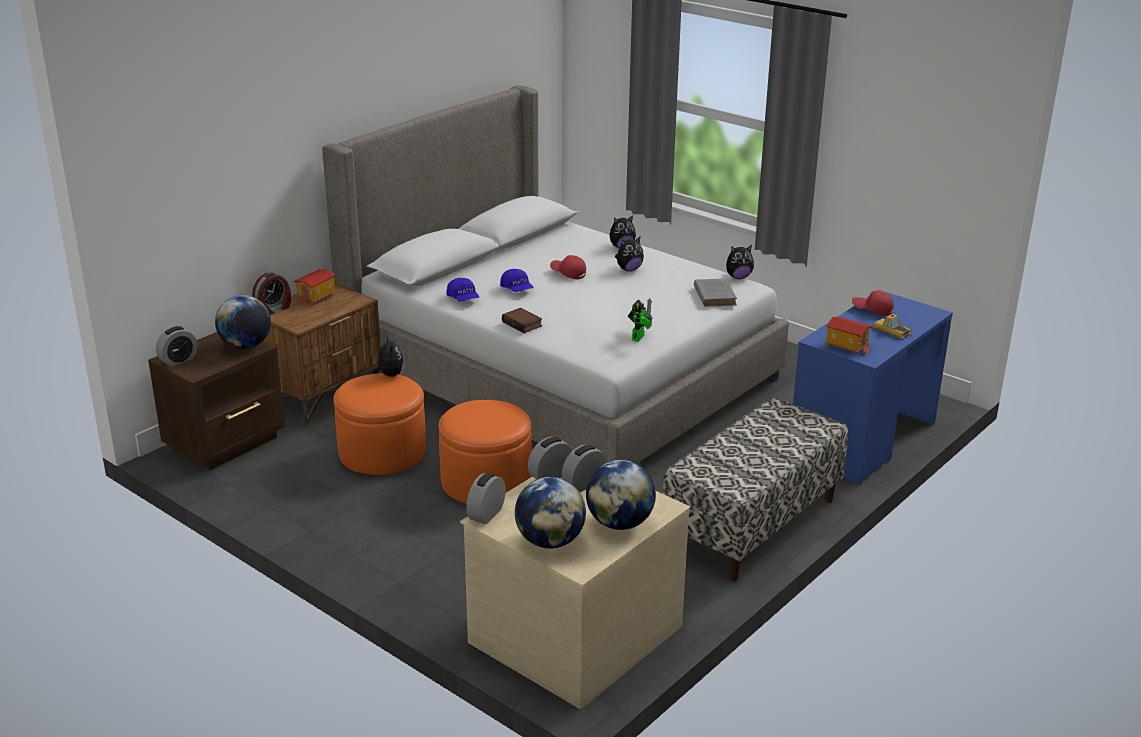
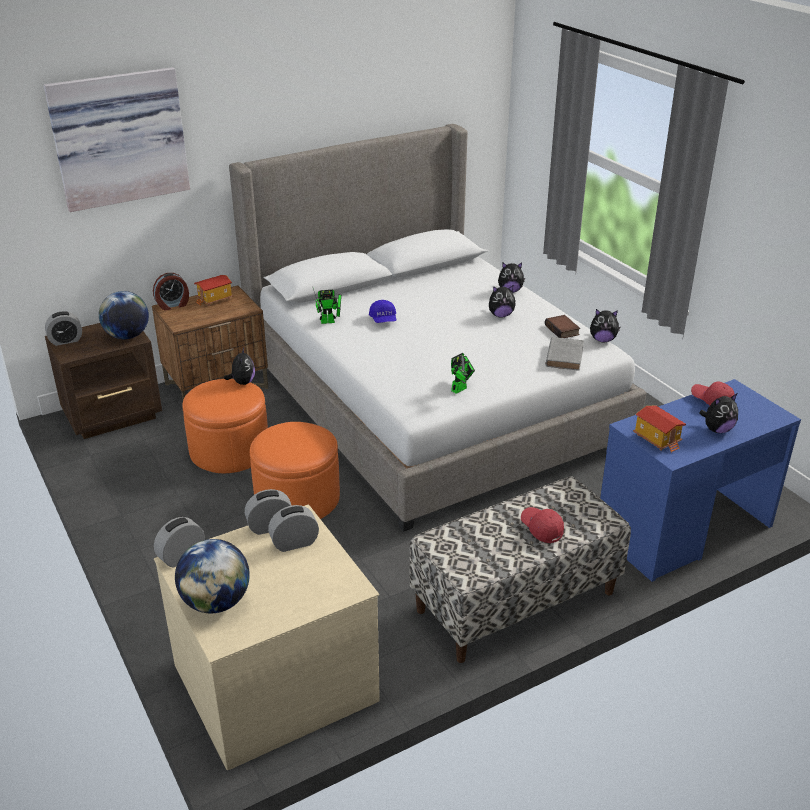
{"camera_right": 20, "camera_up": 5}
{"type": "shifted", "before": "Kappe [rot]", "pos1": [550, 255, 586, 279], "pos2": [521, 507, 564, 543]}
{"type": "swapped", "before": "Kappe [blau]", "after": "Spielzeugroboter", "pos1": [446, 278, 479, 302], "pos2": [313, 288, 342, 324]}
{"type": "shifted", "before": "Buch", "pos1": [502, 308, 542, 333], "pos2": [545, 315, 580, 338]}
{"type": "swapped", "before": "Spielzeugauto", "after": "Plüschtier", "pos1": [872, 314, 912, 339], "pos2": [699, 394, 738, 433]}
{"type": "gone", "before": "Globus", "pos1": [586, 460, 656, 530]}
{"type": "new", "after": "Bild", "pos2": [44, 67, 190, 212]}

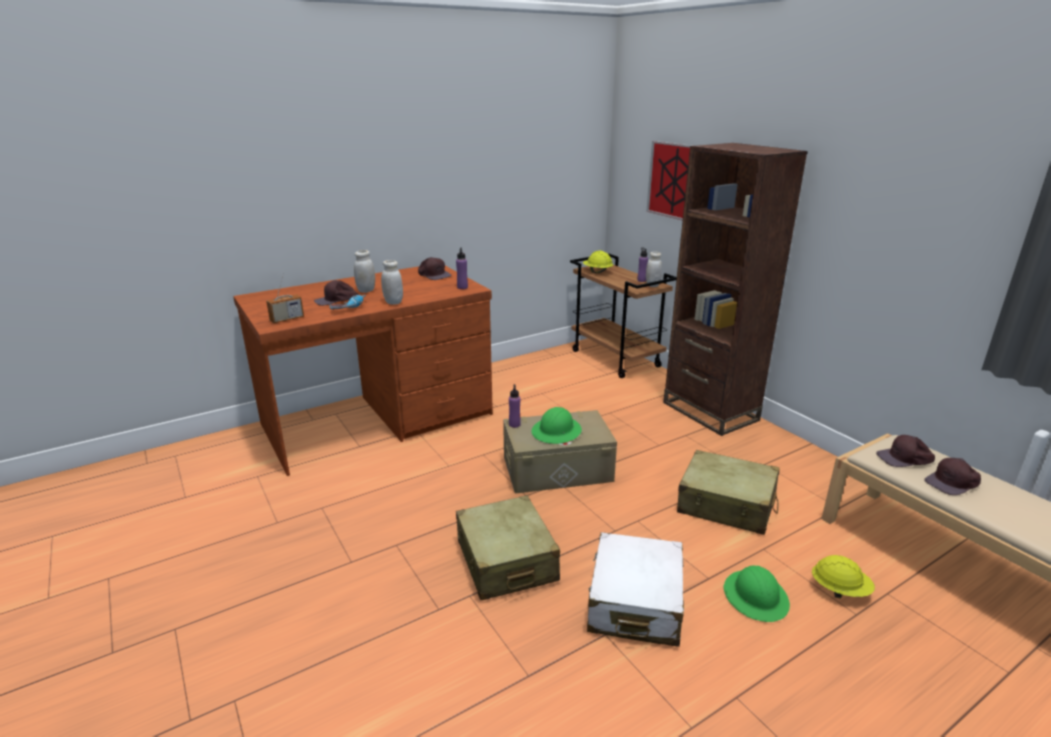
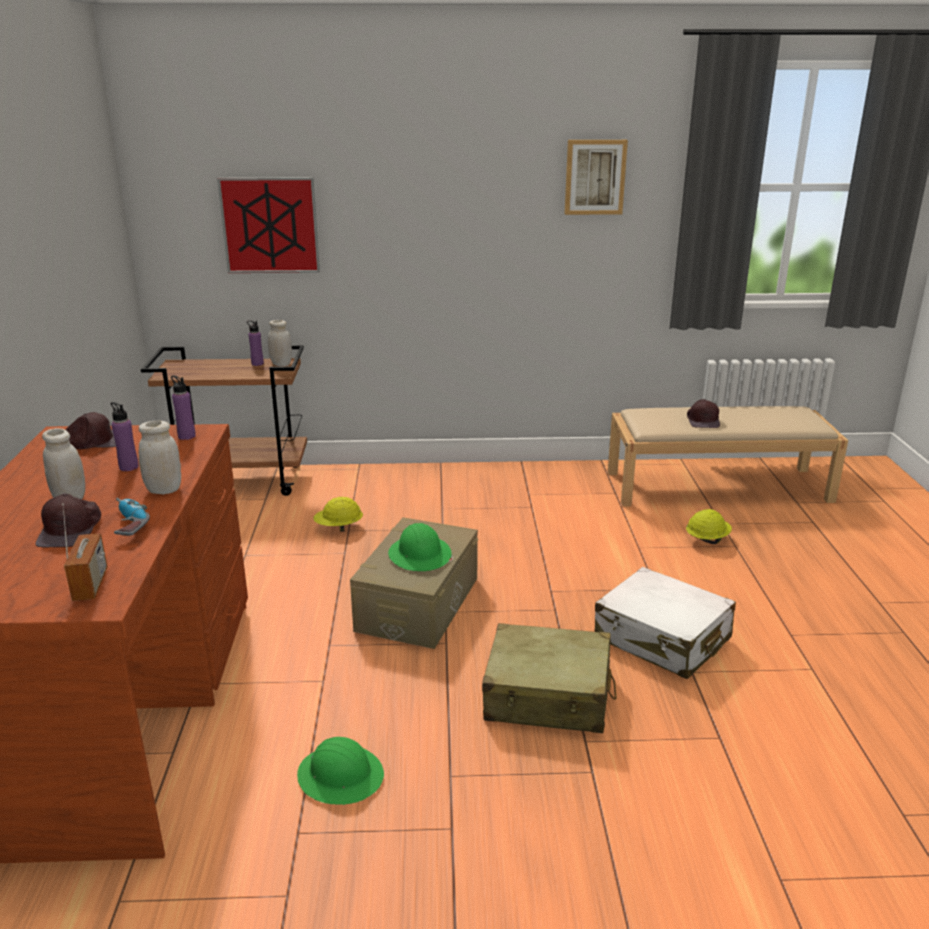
{"camera_right": -60, "camera_up": 0}
{"type": "gone", "before": "Bücherregal [braun]", "pos1": [663, 143, 808, 436]}
{"type": "shifted", "before": "Schutzhelm [gelb]", "pos1": [583, 251, 613, 273], "pos2": [313, 497, 363, 532]}
{"type": "shifted", "before": "Flasche [lila]", "pos1": [509, 384, 521, 428], "pos2": [111, 402, 139, 471]}
{"type": "gone", "before": "Kappe [braun]", "pos1": [876, 435, 935, 467]}
{"type": "gone", "before": "Koffer [beige]", "pos1": [677, 450, 780, 535]}
{"type": "shifted", "before": "Schutzhelm [grün]", "pos1": [723, 565, 790, 622], "pos2": [297, 737, 384, 805]}
{"type": "new", "after": "Bild", "pos2": [564, 140, 628, 215]}

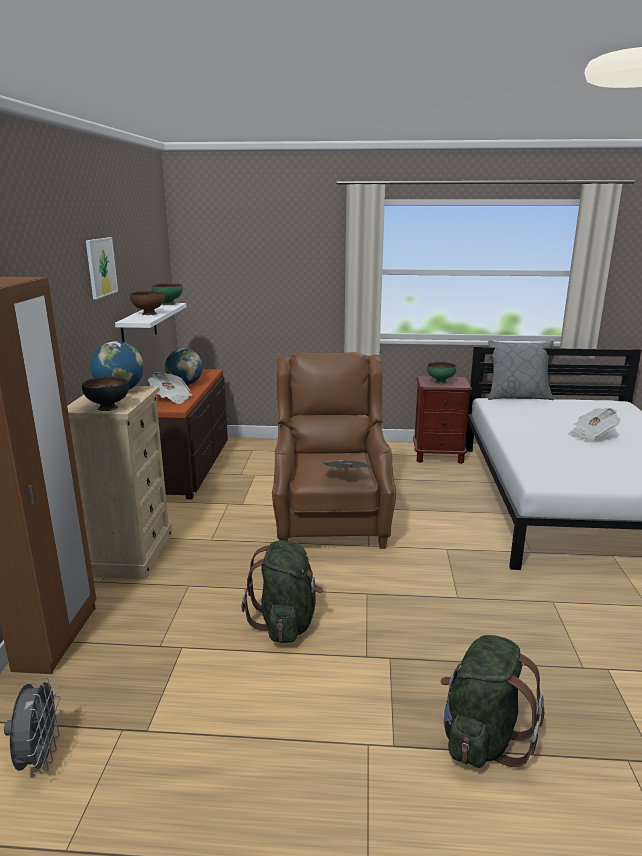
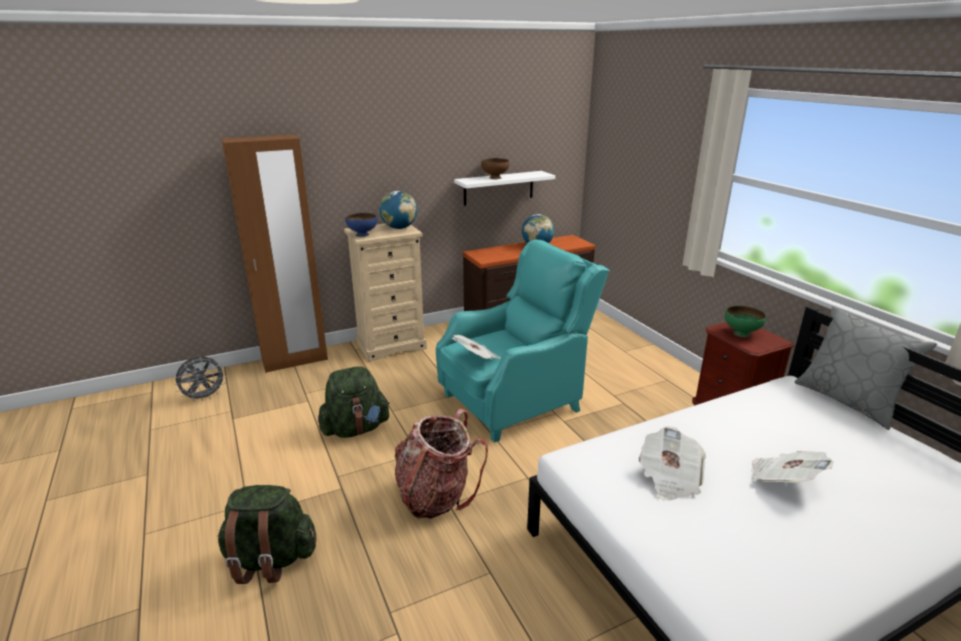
{"camera_right": 60, "camera_up": 5}
{"type": "gone", "before": "Bild", "pos1": [86, 237, 118, 299]}
{"type": "gone", "before": "Schüssel [grün]", "pos1": [151, 283, 183, 305]}
{"type": "repainted", "before": "Sessel [braun]", "after": "Sessel [türkis]", "pos1": [272, 352, 396, 549], "pos2": [436, 240, 610, 443]}
{"type": "shifted", "before": "Zeitung", "pos1": [148, 372, 192, 404], "pos2": [639, 426, 706, 501]}
{"type": "repainted", "before": "Schüssel [schwarz]", "after": "Schüssel [blau]", "pos1": [82, 376, 129, 411], "pos2": [345, 213, 377, 237]}
{"type": "new", "after": "Rucksack", "pos2": [395, 409, 488, 519]}

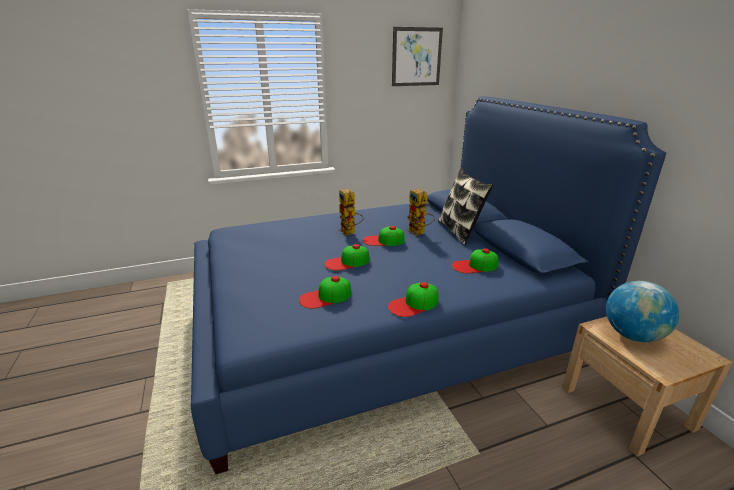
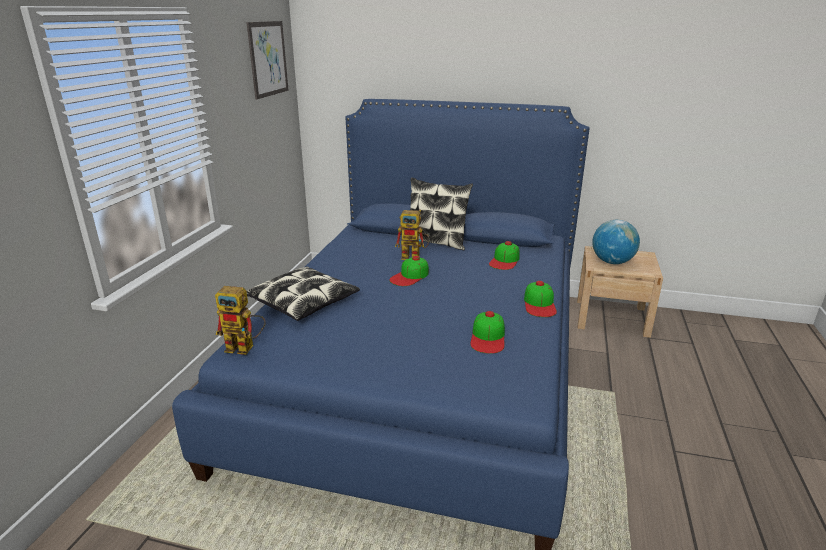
{"camera_right": -55, "camera_up": 0}
{"type": "shifted", "before": "Spielzeugroboter", "pos1": [339, 189, 364, 235], "pos2": [215, 286, 266, 355]}
{"type": "gone", "before": "Kappe", "pos1": [325, 244, 370, 271]}
{"type": "new", "after": "Kissen", "pos2": [246, 266, 360, 321]}

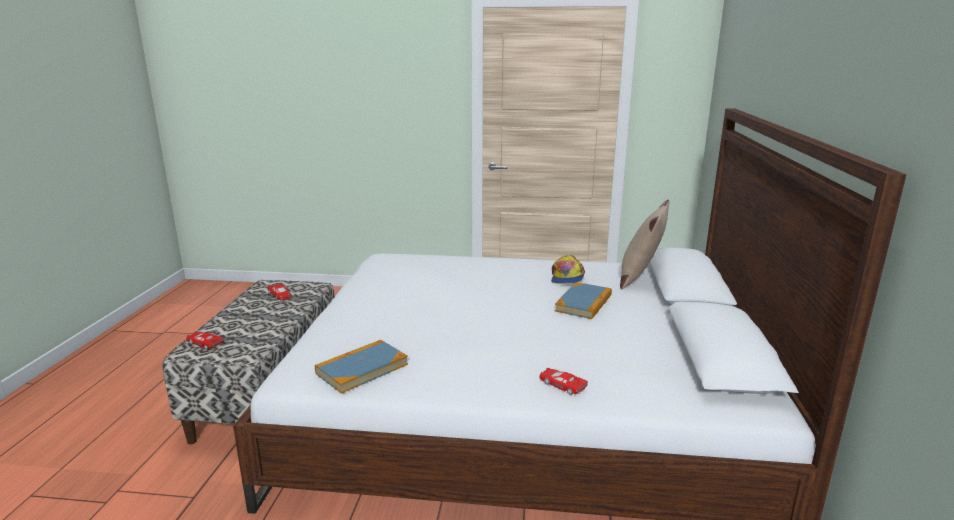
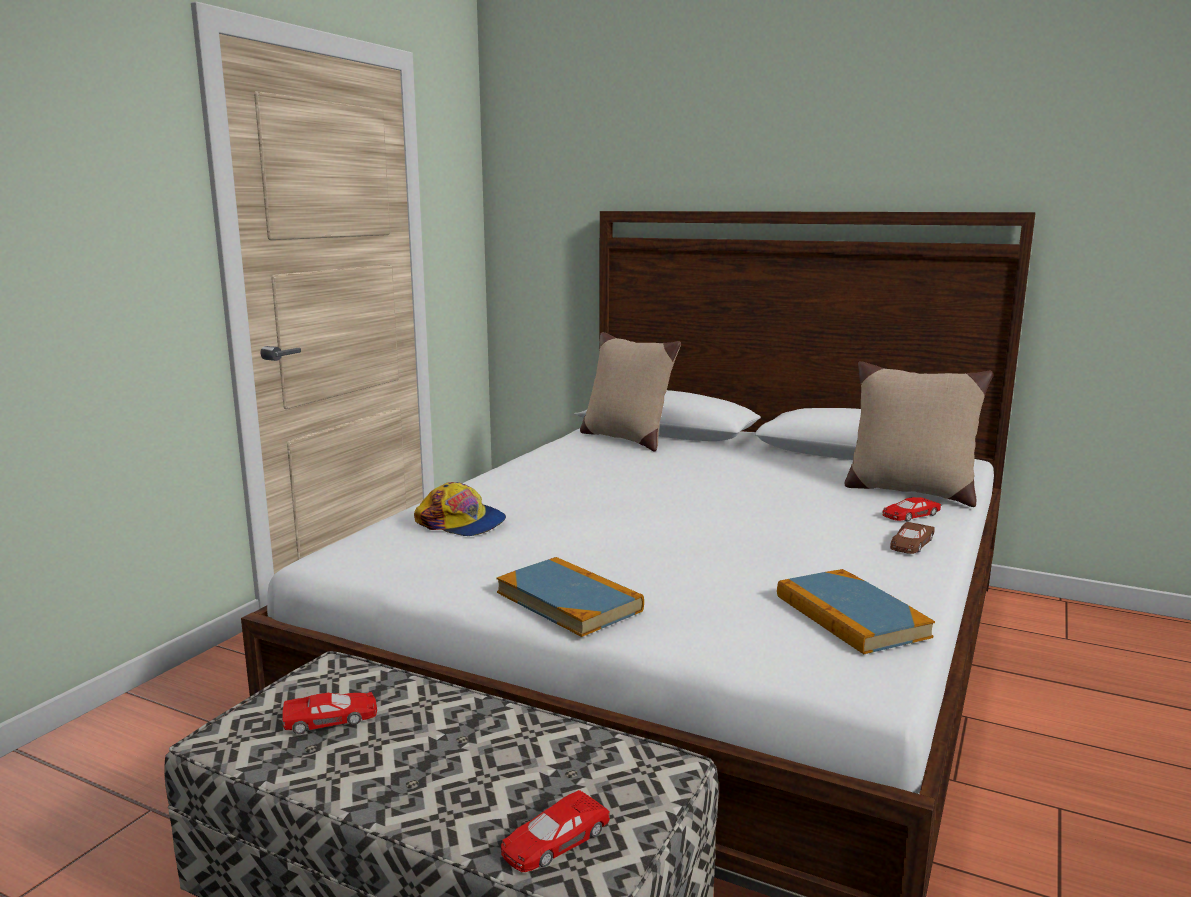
{"camera_right": -70, "camera_up": -5}
{"type": "shifted", "before": "Kappe", "pos1": [551, 255, 585, 284], "pos2": [414, 482, 506, 536]}
{"type": "shifted", "before": "Buch", "pos1": [555, 282, 612, 319], "pos2": [497, 557, 644, 637]}
{"type": "new", "after": "Kissen [beige]", "pos2": [845, 361, 993, 507]}
{"type": "new", "after": "Spielzeugauto [braun]", "pos2": [890, 522, 935, 554]}

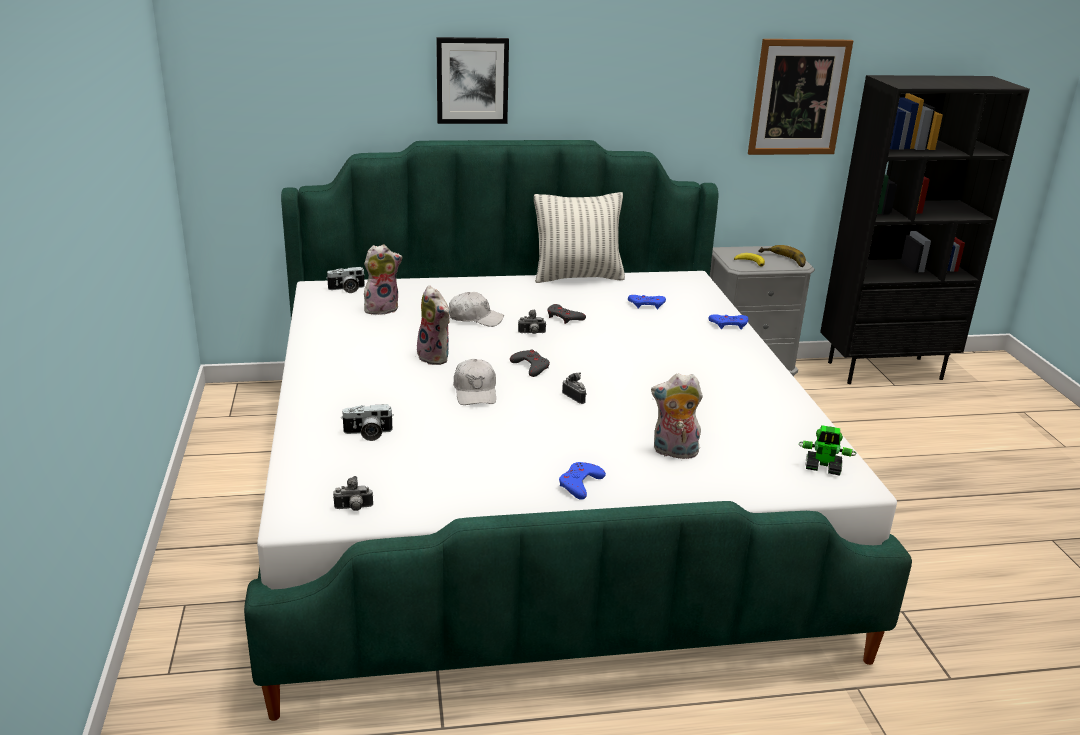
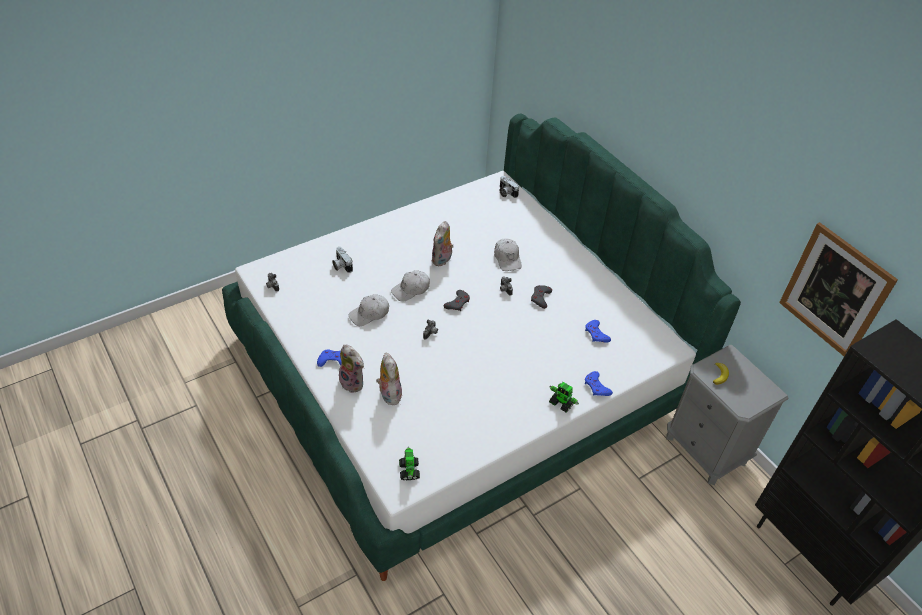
{"camera_right": 65, "camera_up": 20}
{"type": "gone", "before": "Bild", "pos1": [436, 37, 509, 124]}
{"type": "gone", "before": "Kissen", "pos1": [534, 192, 625, 283]}
{"type": "shifted", "before": "Plüschtier", "pos1": [364, 244, 403, 315], "pos2": [339, 345, 364, 393]}
{"type": "gone", "before": "Banane", "pos1": [758, 245, 806, 267]}
{"type": "new", "after": "Kappe [weiß]", "pos2": [349, 294, 389, 326]}
{"type": "new", "after": "Spielzeugroboter", "pos2": [549, 382, 579, 413]}

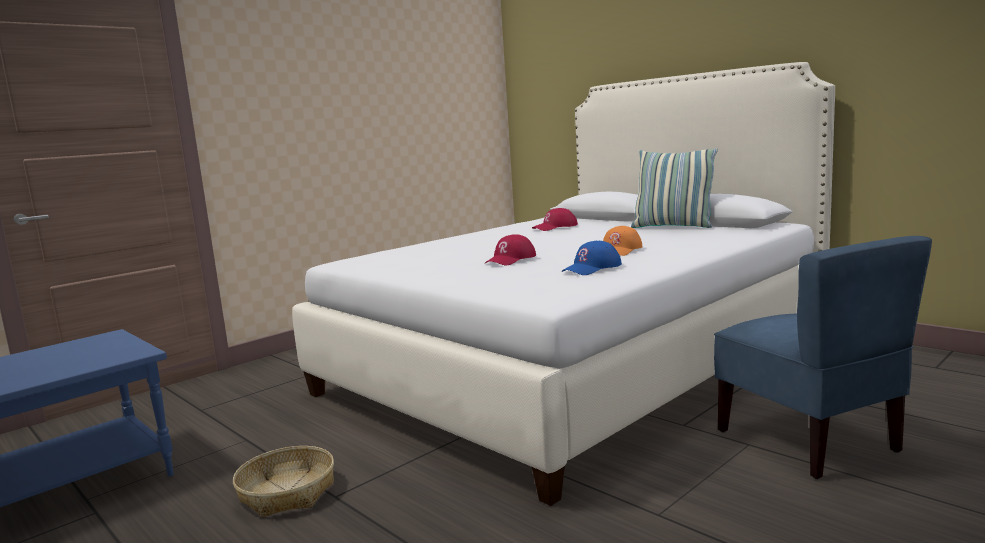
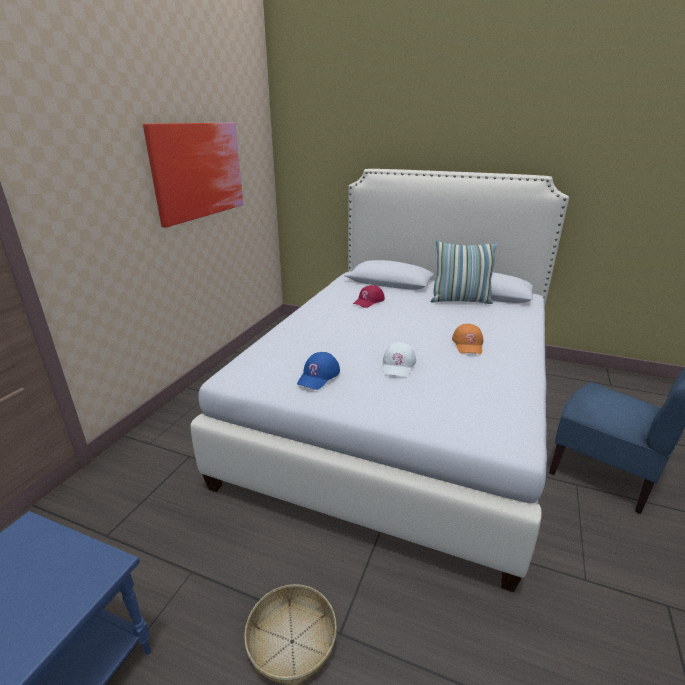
{"camera_right": -25, "camera_up": 15}
{"type": "repainted", "before": "Kappe [rot]", "after": "Kappe [weiß]", "pos1": [485, 234, 536, 265], "pos2": [383, 342, 416, 377]}
{"type": "shifted", "before": "Kappe [blau]", "pos1": [562, 241, 622, 275], "pos2": [297, 352, 340, 390]}
{"type": "new", "after": "Bild", "pos2": [143, 123, 243, 228]}

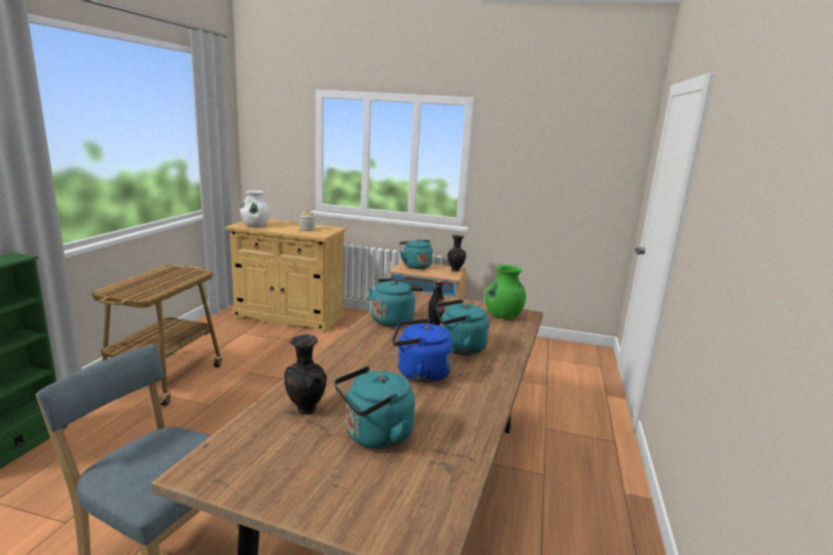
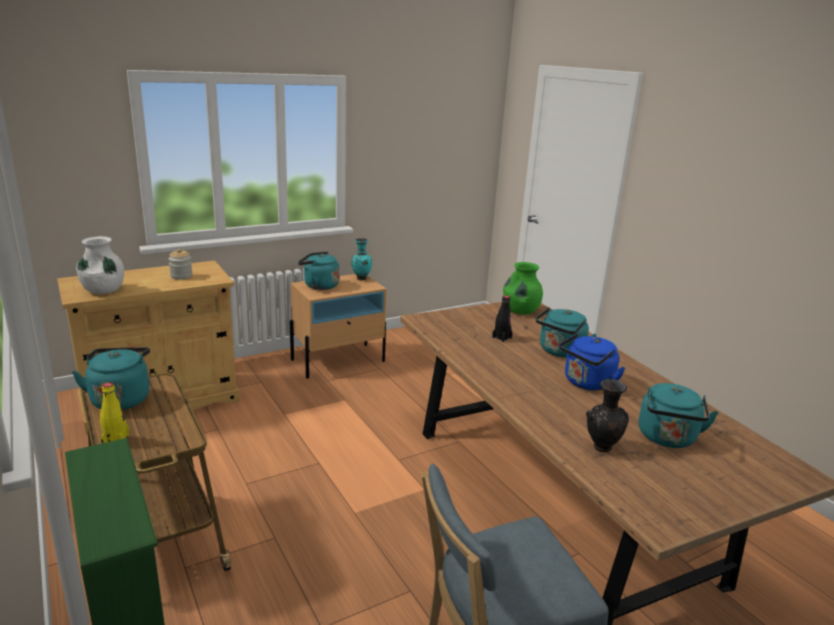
{"camera_right": -45, "camera_up": 5}
{"type": "repainted", "before": "Vase [schwarz]", "after": "Vase [türkis]", "pos1": [447, 235, 466, 271], "pos2": [351, 238, 372, 280]}
{"type": "shifted", "before": "Wasserkessel [türkis]", "pos1": [368, 278, 424, 327], "pos2": [72, 347, 150, 410]}
{"type": "new", "after": "Flasche [gelb]", "pos2": [100, 382, 130, 443]}

